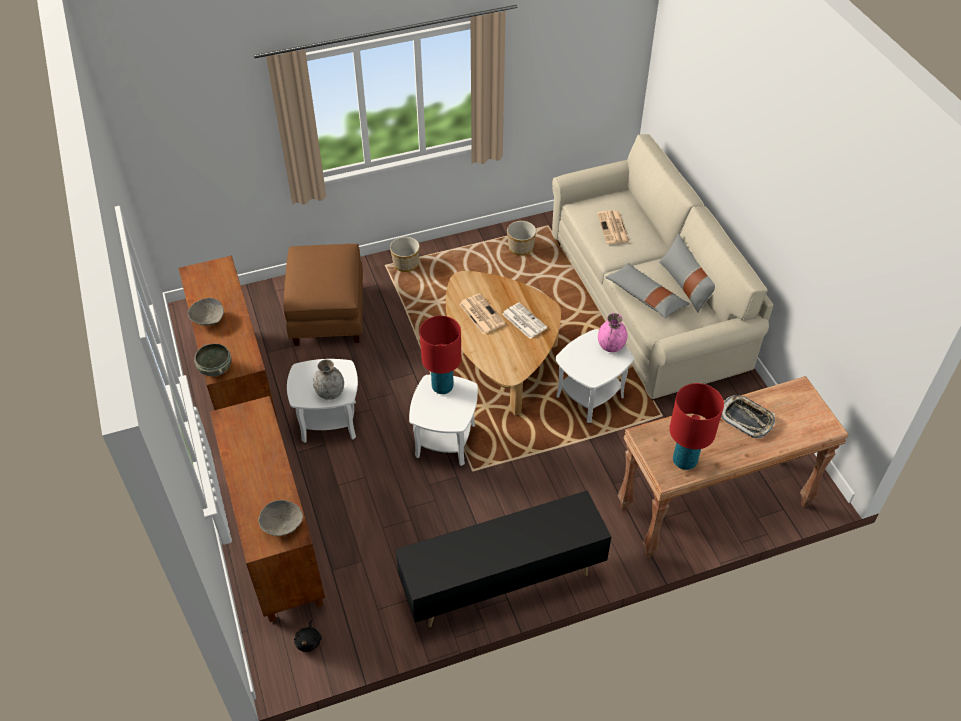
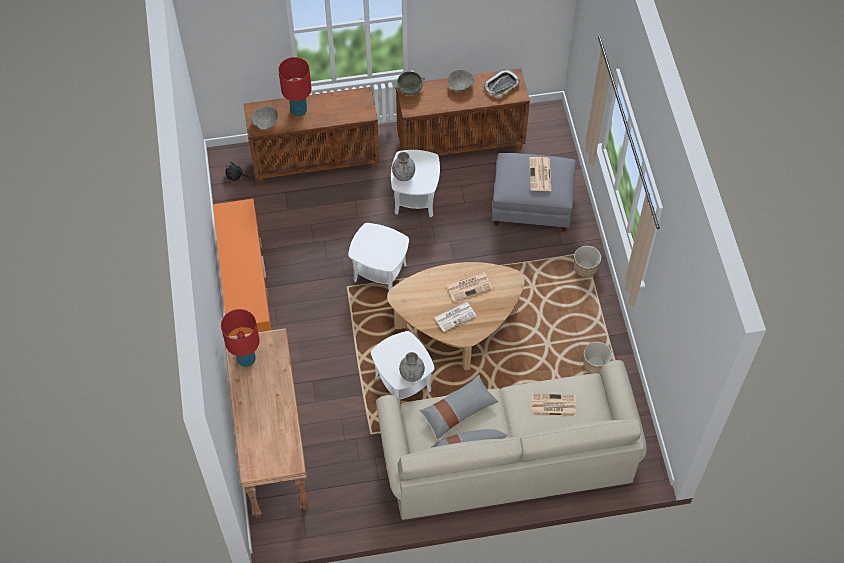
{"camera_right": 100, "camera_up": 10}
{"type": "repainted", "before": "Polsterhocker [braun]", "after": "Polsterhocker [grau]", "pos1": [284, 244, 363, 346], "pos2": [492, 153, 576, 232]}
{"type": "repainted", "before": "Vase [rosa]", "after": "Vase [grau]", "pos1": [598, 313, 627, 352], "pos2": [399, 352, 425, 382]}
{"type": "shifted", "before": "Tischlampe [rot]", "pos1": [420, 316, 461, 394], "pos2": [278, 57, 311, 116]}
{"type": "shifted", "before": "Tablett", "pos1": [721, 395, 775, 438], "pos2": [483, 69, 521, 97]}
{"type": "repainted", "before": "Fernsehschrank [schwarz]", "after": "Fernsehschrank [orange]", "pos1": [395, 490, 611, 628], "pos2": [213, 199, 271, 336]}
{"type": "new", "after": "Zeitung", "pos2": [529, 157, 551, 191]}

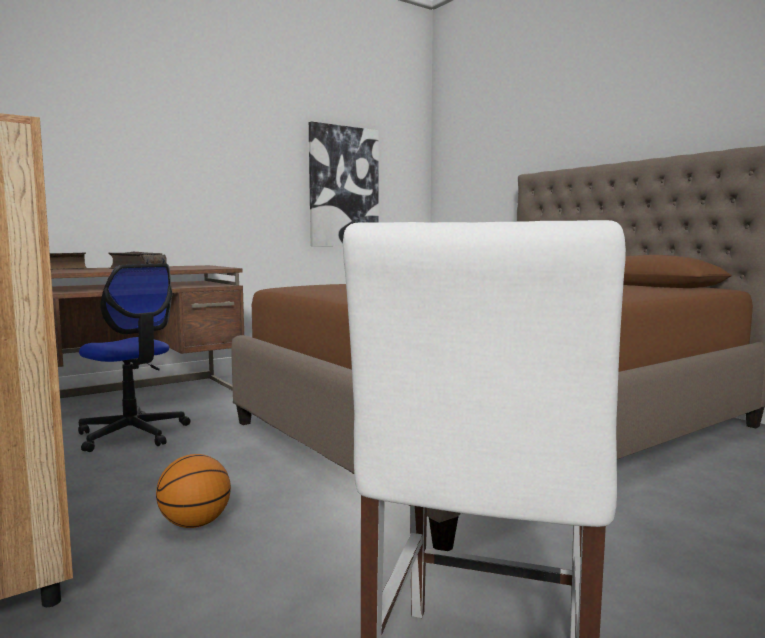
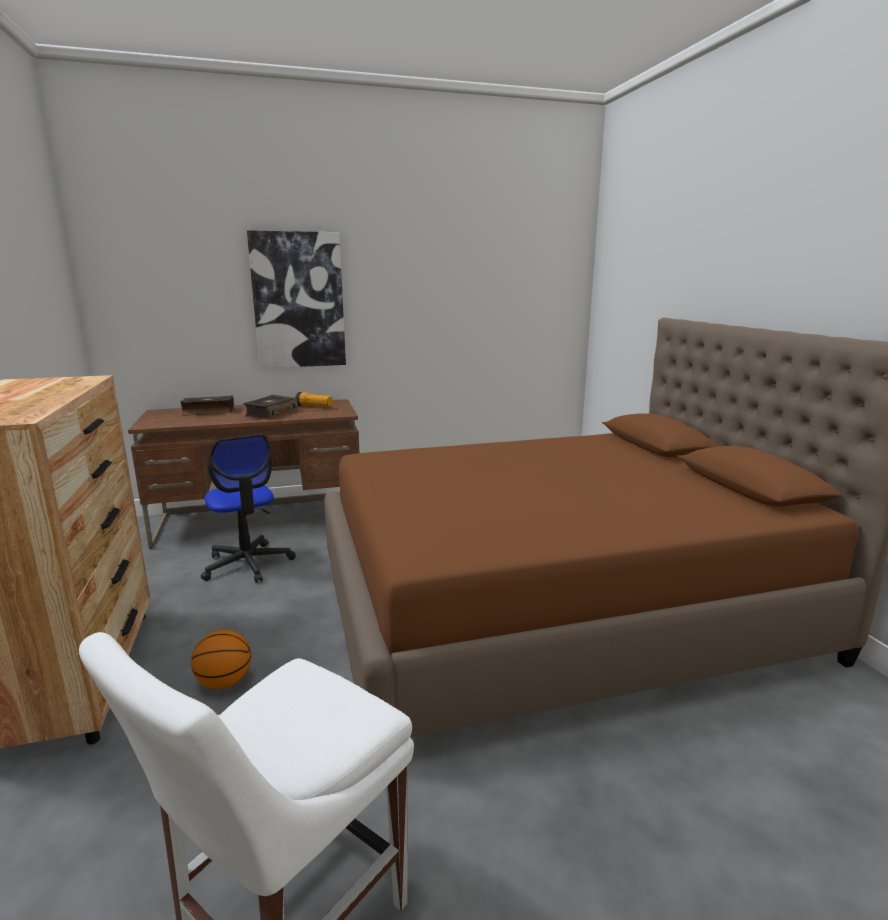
{"camera_right": 20, "camera_up": 10}
{"type": "shifted", "before": "Bild", "pos1": [309, 121, 379, 246], "pos2": [247, 230, 346, 368]}
{"type": "new", "after": "Taschenlampe", "pos2": [295, 392, 333, 407]}

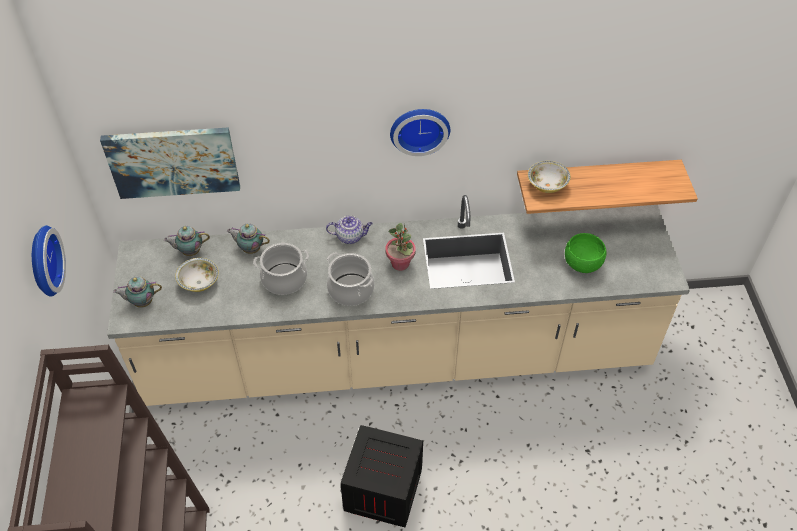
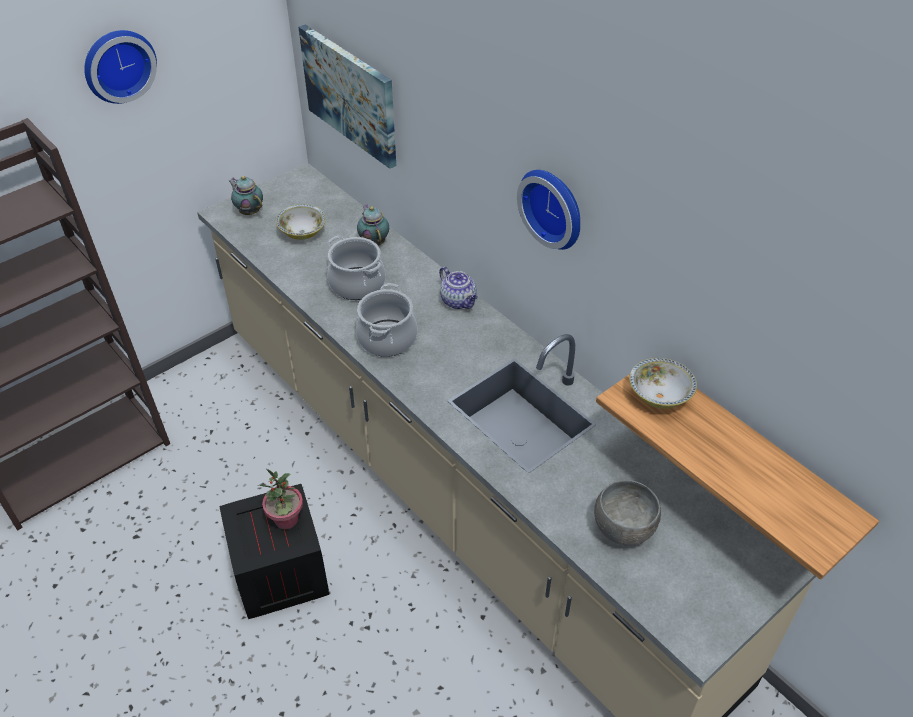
{"camera_right": 55, "camera_up": -5}
{"type": "shifted", "before": "Topfpflanze", "pos1": [386, 223, 416, 271], "pos2": [258, 469, 303, 529]}
{"type": "gone", "before": "Teekanne", "pos1": [164, 226, 210, 256]}
{"type": "repainted", "before": "Schüssel [grün]", "after": "Schüssel [grau]", "pos1": [565, 233, 606, 273], "pos2": [594, 480, 661, 545]}

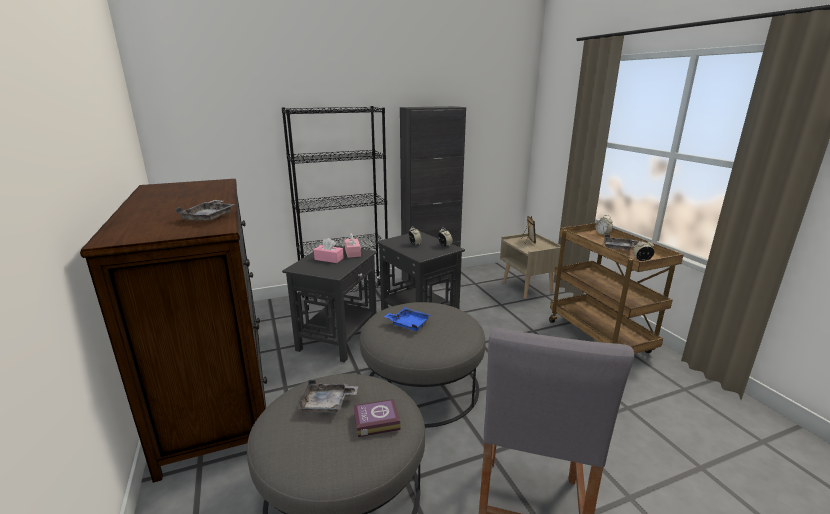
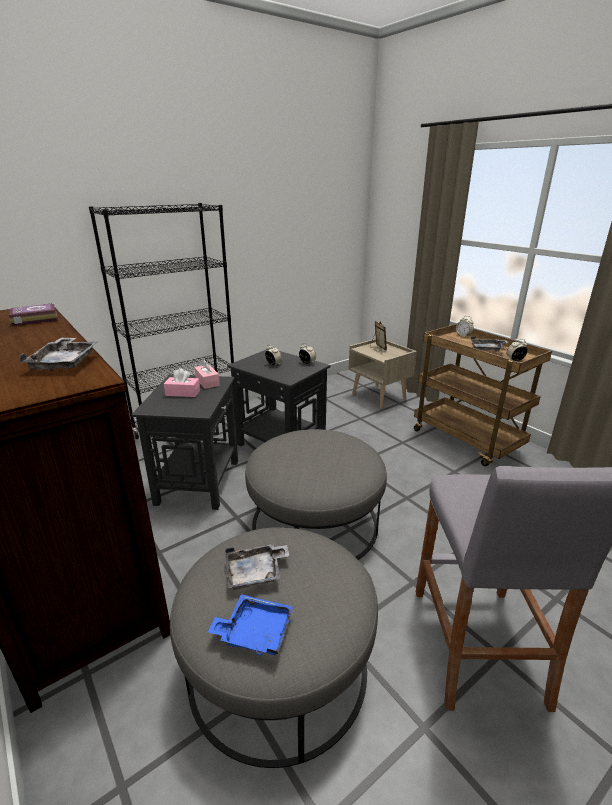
{"camera_right": -15, "camera_up": 5}
{"type": "gone", "before": "Schrank [schwarz]", "pos1": [400, 106, 466, 288]}
{"type": "shifted", "before": "Tablett [blau]", "pos1": [384, 307, 431, 331], "pos2": [208, 594, 293, 656]}
{"type": "shifted", "before": "Buch", "pos1": [353, 399, 401, 437], "pos2": [8, 304, 58, 326]}

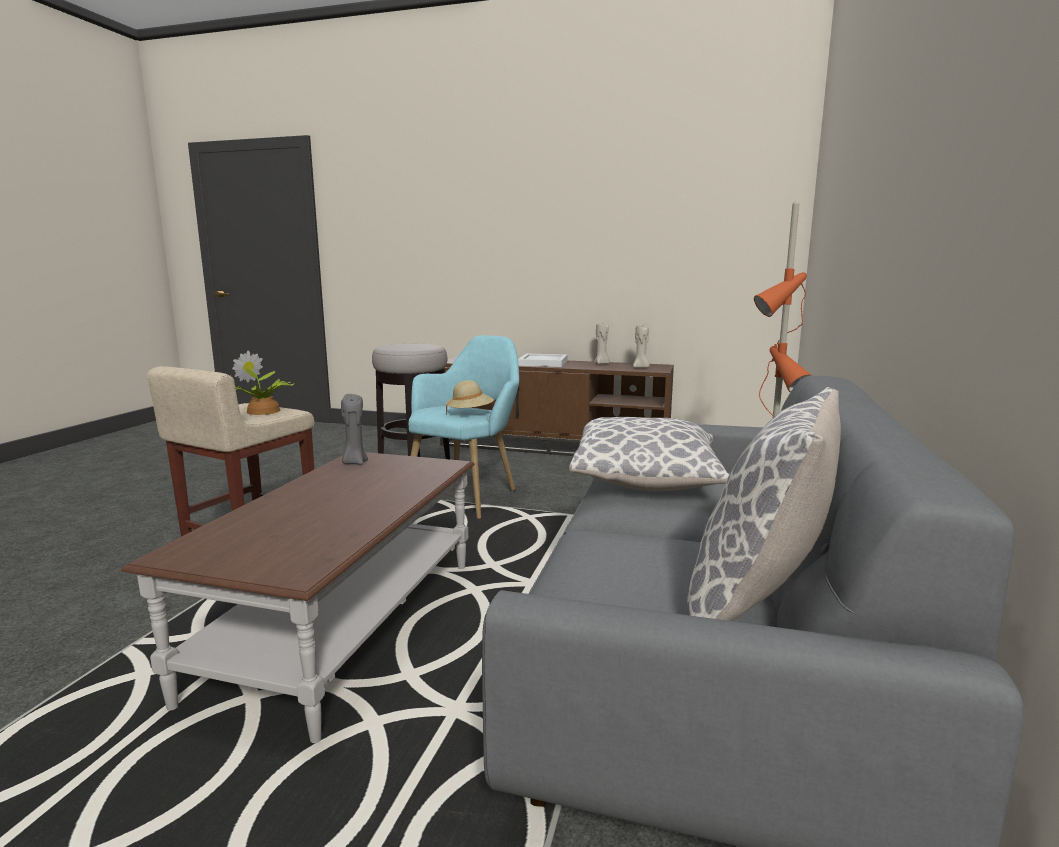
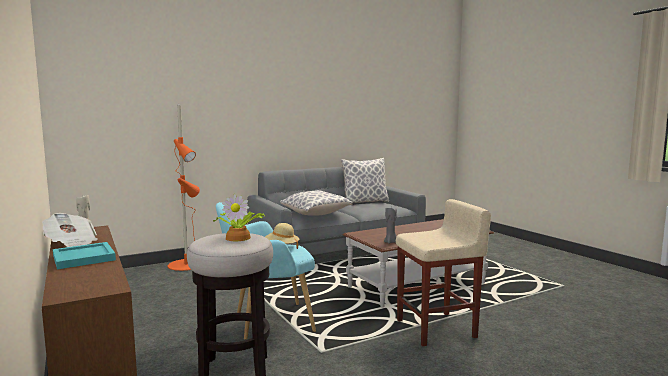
{"camera_right": -135, "camera_up": -5}
{"type": "swapped", "before": "Kerze [beige]", "after": "Zeitung", "pos1": [594, 323, 610, 364], "pos2": [42, 213, 98, 247]}
{"type": "shifted", "before": "Topfpflanze", "pos1": [232, 350, 294, 415], "pos2": [213, 194, 265, 241]}
{"type": "repainted", "before": "Tablett [weiß]", "after": "Tablett [türkis]", "pos1": [518, 354, 568, 367], "pos2": [53, 242, 116, 269]}

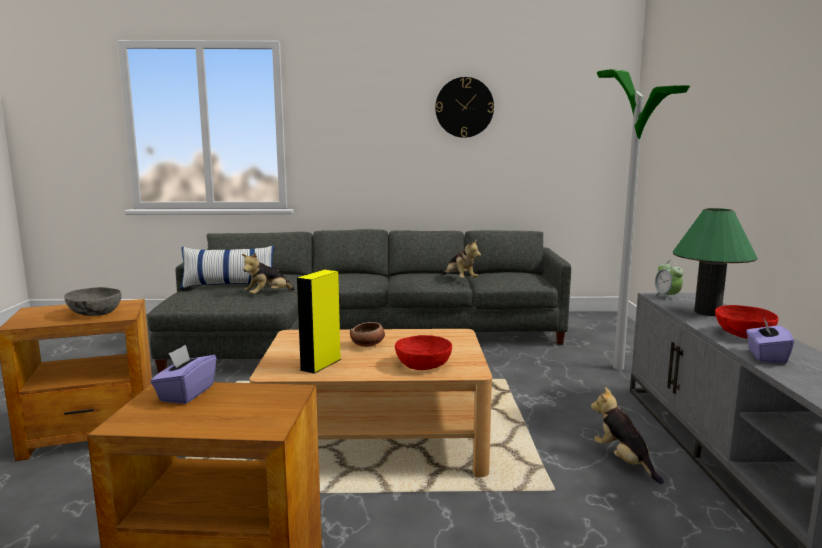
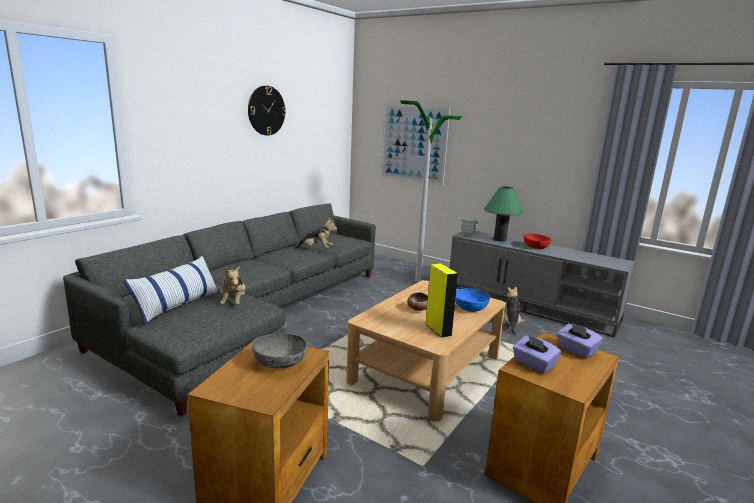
{"camera_right": -55, "camera_up": 5}
{"type": "shifted", "before": "Taschentuchbox [lila]", "pos1": [746, 317, 794, 364], "pos2": [556, 322, 603, 359]}
{"type": "repainted", "before": "Schüssel [rot]", "after": "Schüssel [blau]", "pos1": [395, 335, 452, 370], "pos2": [455, 288, 490, 312]}
{"type": "rotated", "before": "Plüschtier", "pos1": [591, 387, 664, 484], "pos2": [504, 287, 525, 335], "turn": 90}
{"type": "new", "after": "Bild", "pos2": [381, 104, 450, 186]}

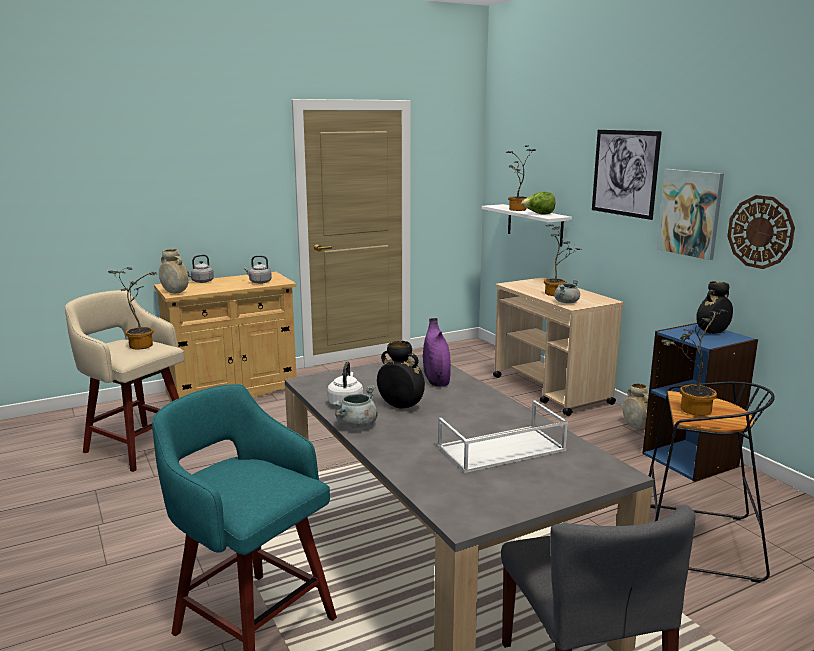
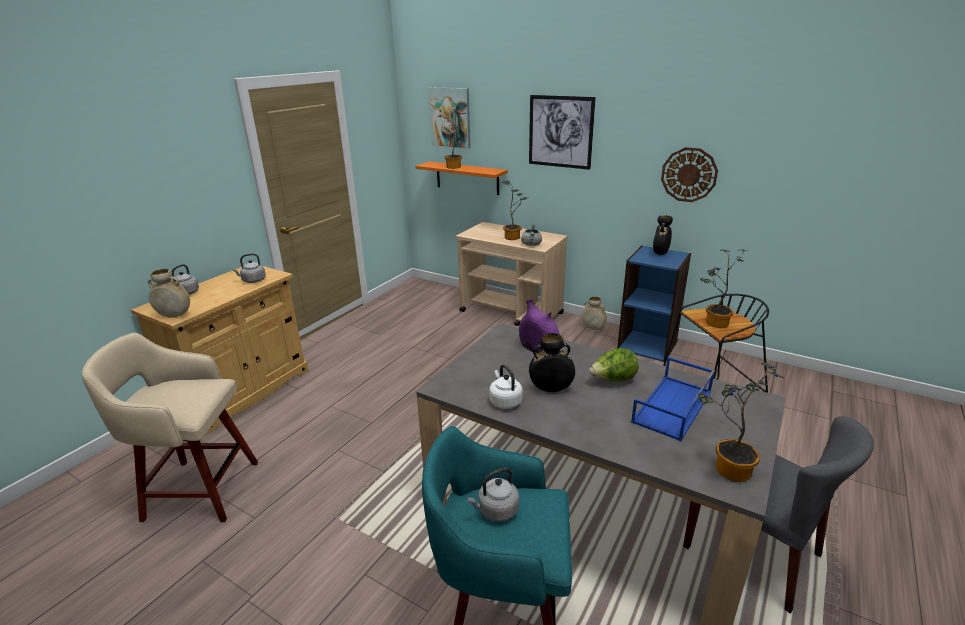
{"camera_right": -30, "camera_up": 10}
{"type": "shifted", "before": "Bild", "pos1": [656, 169, 724, 260], "pos2": [429, 87, 470, 148]}
{"type": "shifted", "before": "Salatkopf", "pos1": [521, 192, 556, 215], "pos2": [589, 348, 639, 382]}
{"type": "repainted", "before": "Wandregal [weiß]", "after": "Wandregal [orange]", "pos1": [482, 204, 572, 247], "pos2": [415, 161, 508, 195]}
{"type": "shifted", "before": "Topfpflanze", "pos1": [108, 267, 157, 349], "pos2": [698, 362, 784, 482]}
{"type": "gone", "before": "Kochtopf [grau]", "pos1": [332, 385, 377, 428]}
{"type": "repainted", "before": "Tablett [weiß]", "after": "Tablett [blau]", "pos1": [438, 400, 568, 473], "pos2": [631, 357, 715, 441]}
{"type": "new", "after": "Wasserkessel [grau]", "pos2": [467, 468, 519, 522]}

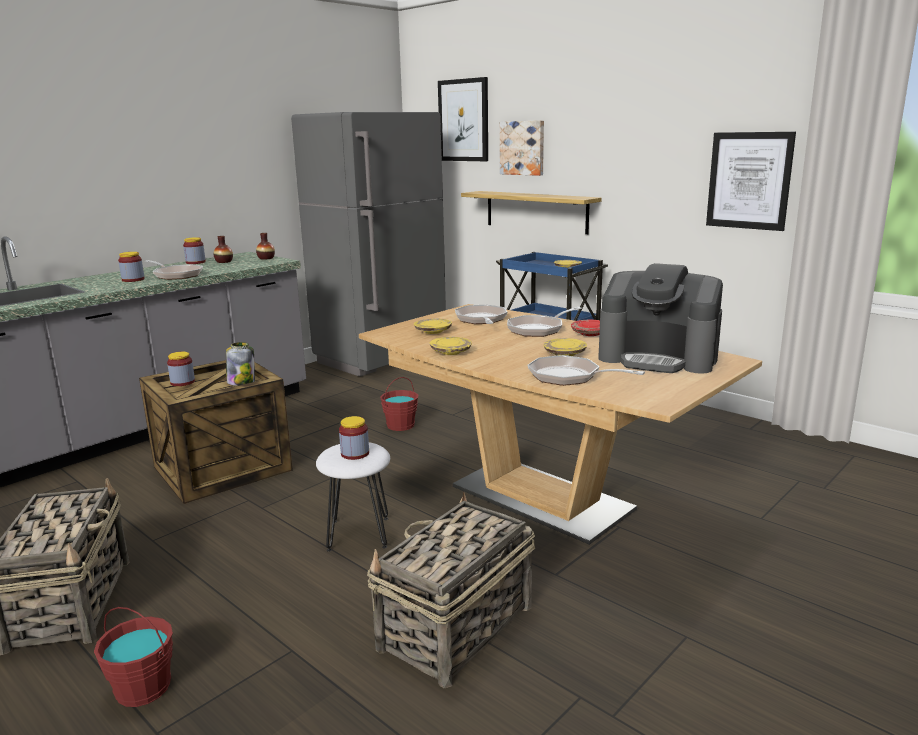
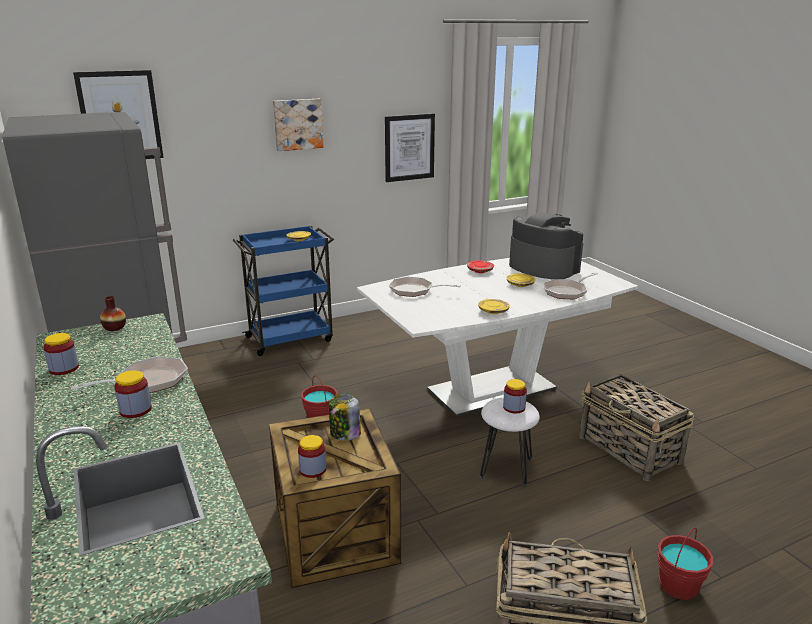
{"camera_right": -70, "camera_up": 5}
{"type": "shifted", "before": "Bild", "pos1": [500, 120, 544, 176], "pos2": [273, 99, 324, 151]}
{"type": "gone", "before": "Wandregal", "pos1": [461, 191, 602, 234]}
{"type": "gone", "before": "Vase", "pos1": [213, 236, 233, 263]}
{"type": "rotated", "before": "Kaffeemaschine", "pos1": [598, 263, 723, 374], "pos2": [509, 213, 583, 280], "turn": -90}
{"type": "repainted", "before": "Esstisch [braun]", "after": "Esstisch [weiß]", "pos1": [359, 304, 762, 545], "pos2": [357, 258, 638, 417]}
{"type": "gone", "before": "Pfanne", "pos1": [507, 307, 582, 337]}
{"type": "gone", "before": "Teller [gelb]", "pos1": [414, 319, 452, 334]}

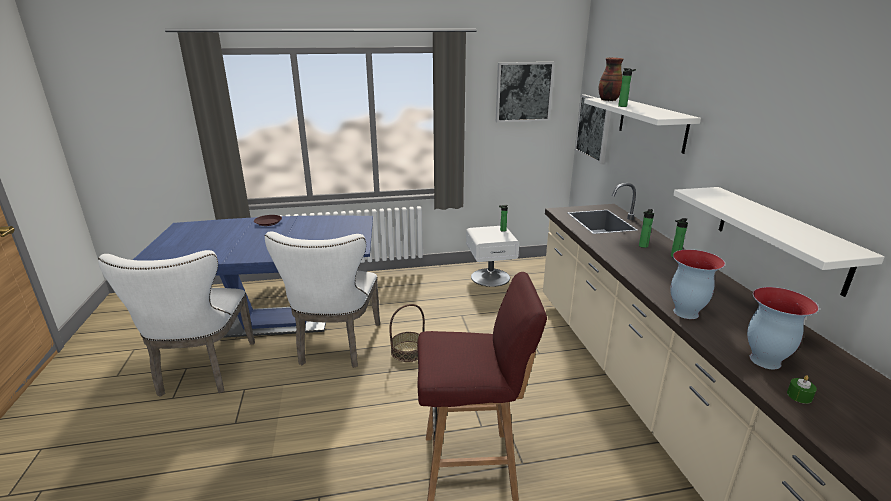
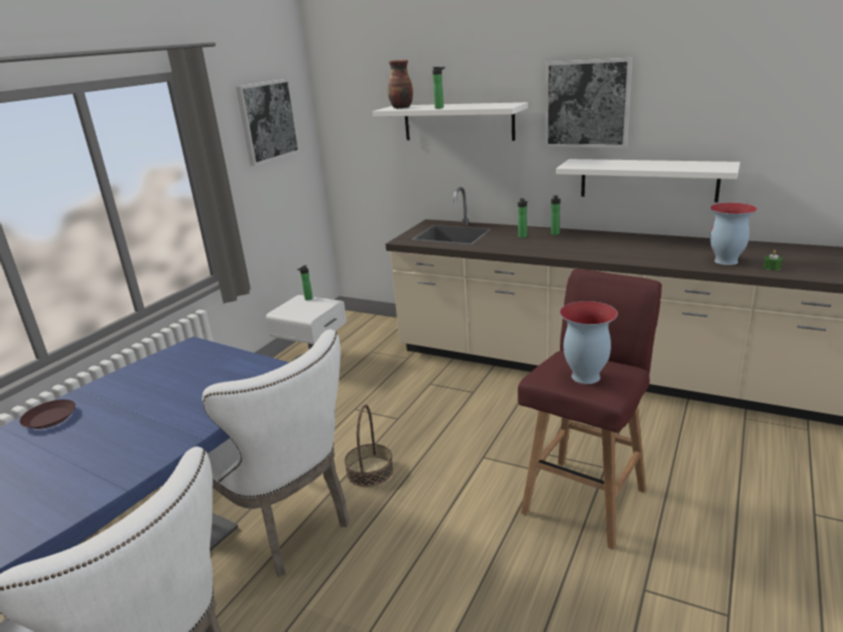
{"camera_right": -50, "camera_up": 0}
{"type": "shifted", "before": "Bild", "pos1": [575, 94, 611, 164], "pos2": [545, 58, 632, 147]}
{"type": "shifted", "before": "Vase", "pos1": [670, 249, 725, 319], "pos2": [560, 301, 618, 384]}

